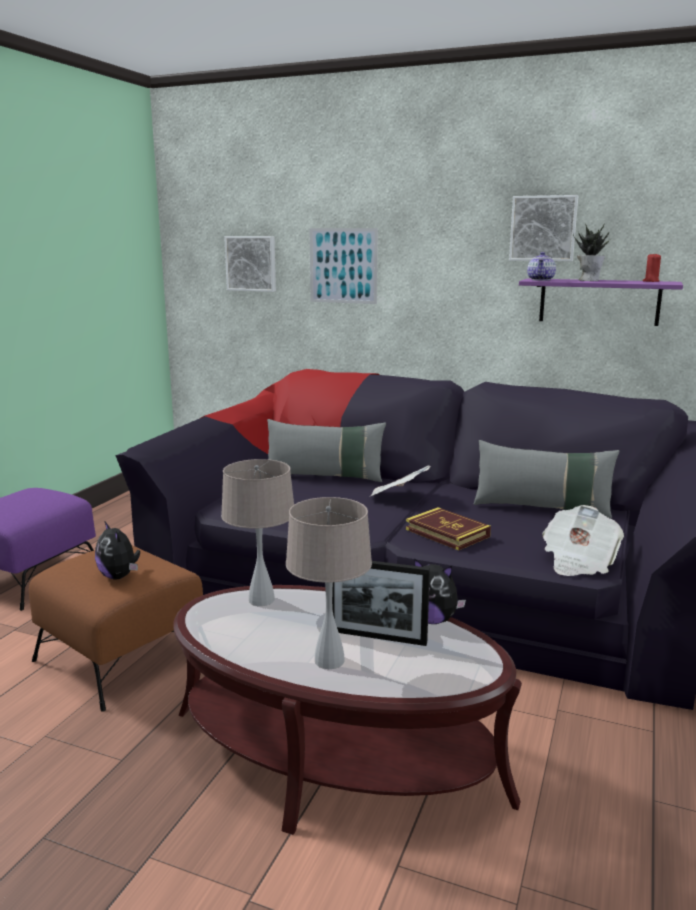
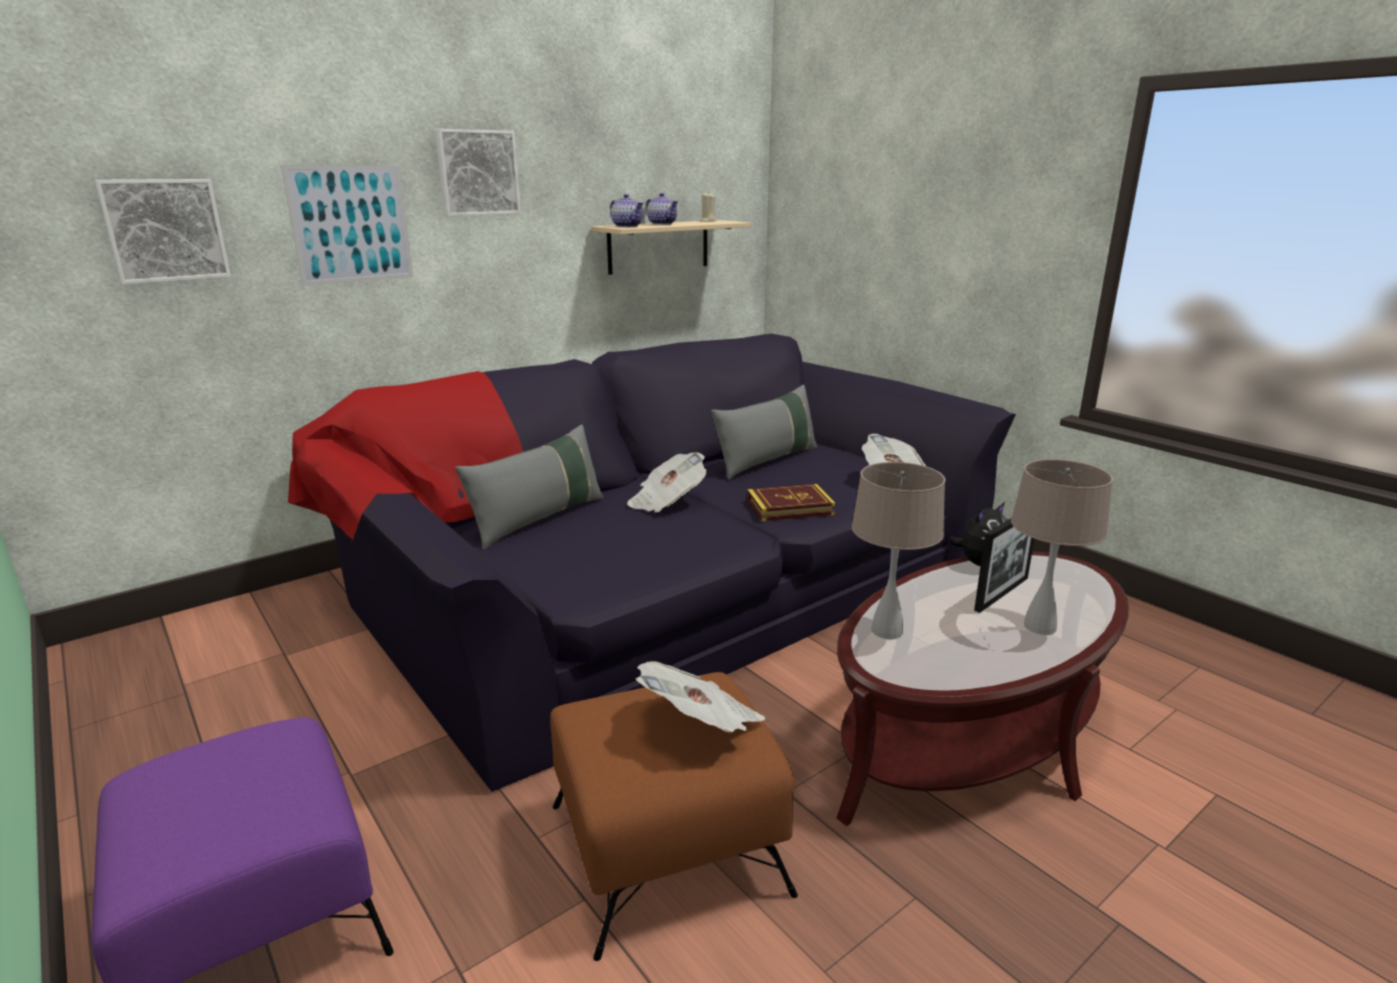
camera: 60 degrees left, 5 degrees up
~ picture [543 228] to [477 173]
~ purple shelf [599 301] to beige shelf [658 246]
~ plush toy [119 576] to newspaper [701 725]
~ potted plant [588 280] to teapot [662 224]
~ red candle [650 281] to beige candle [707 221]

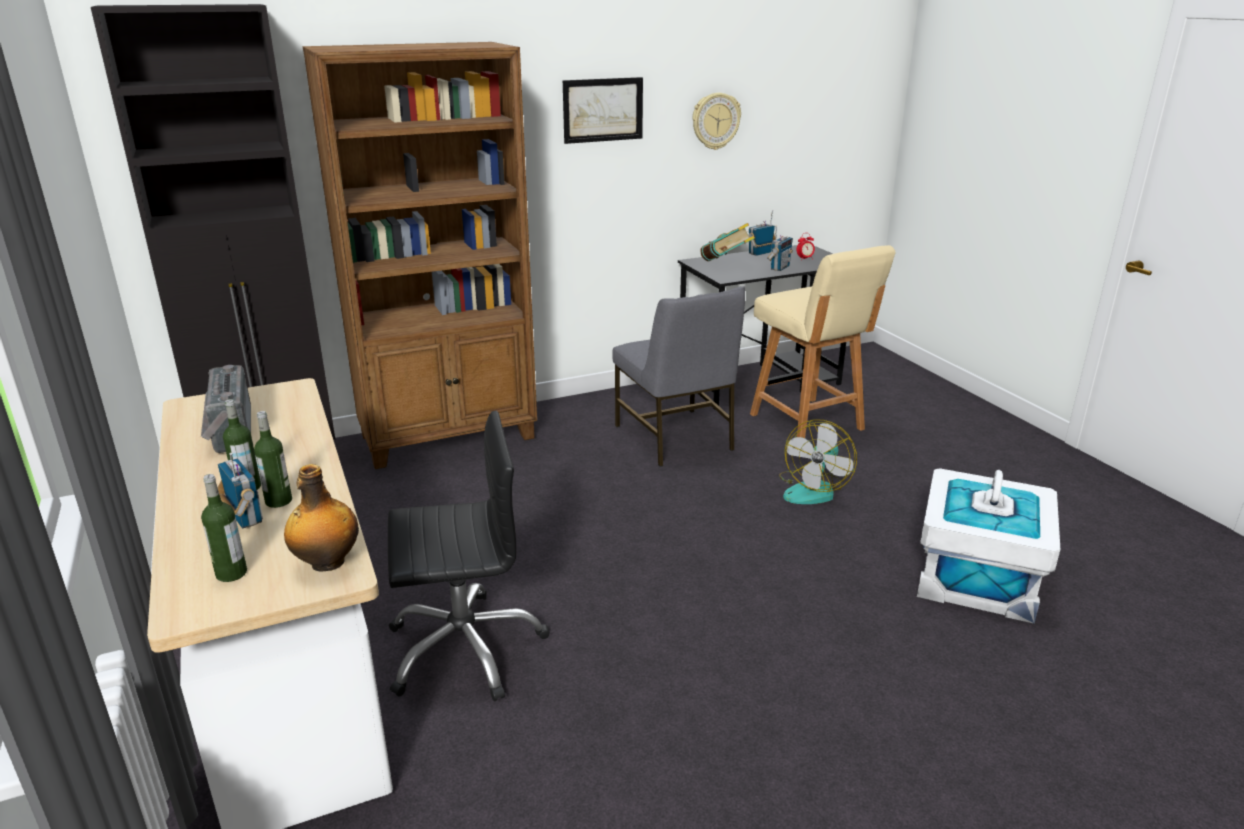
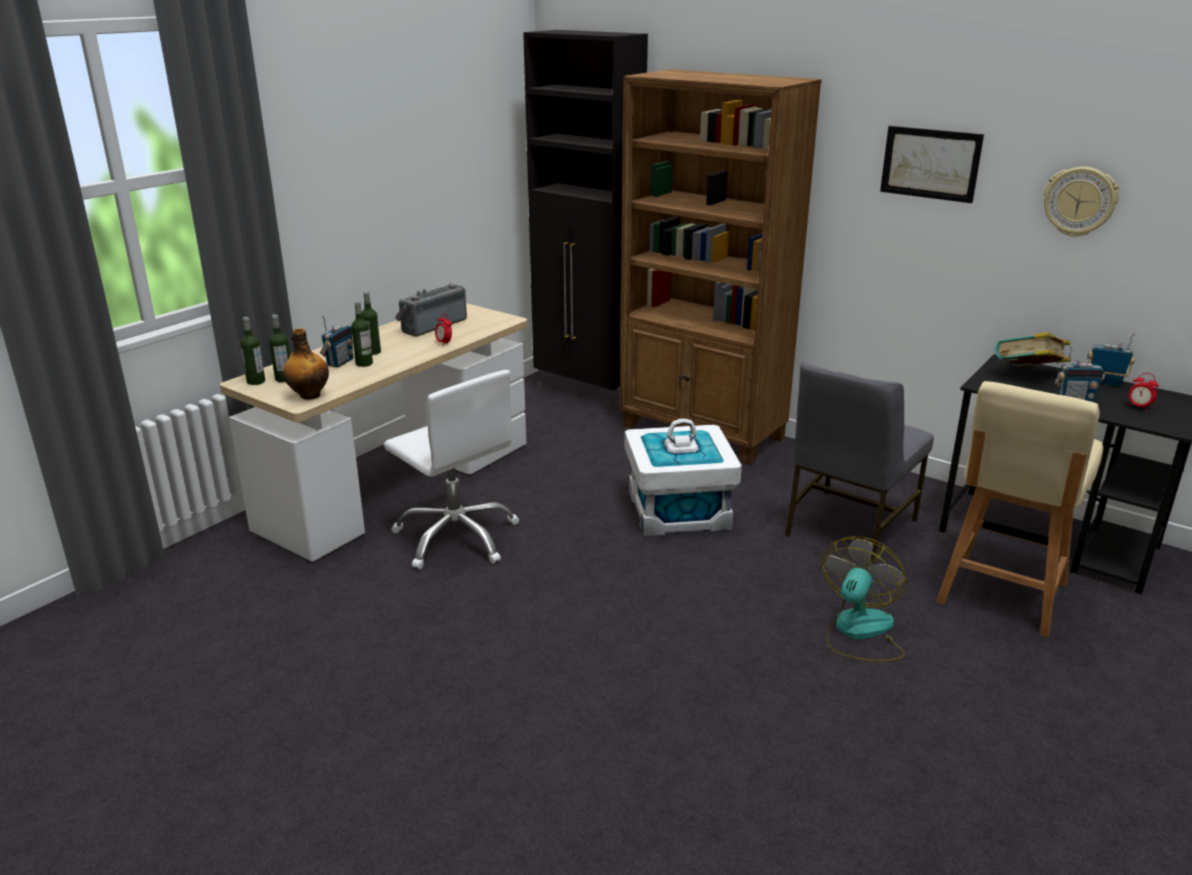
camera: 60 degrees right, 0 degrees up
+ bottle [256 381]
~ black office chair [464 648] to white office chair [457 537]
+ alarm clock [444 343]
~ white storage box [977 579] to [678 510]
~ fan [813 489] = [859 632] 120 degrees clockwise

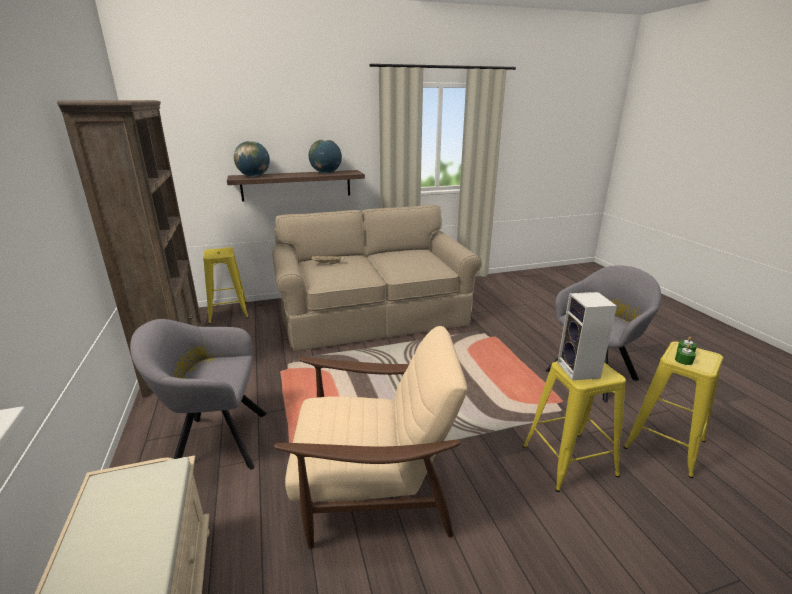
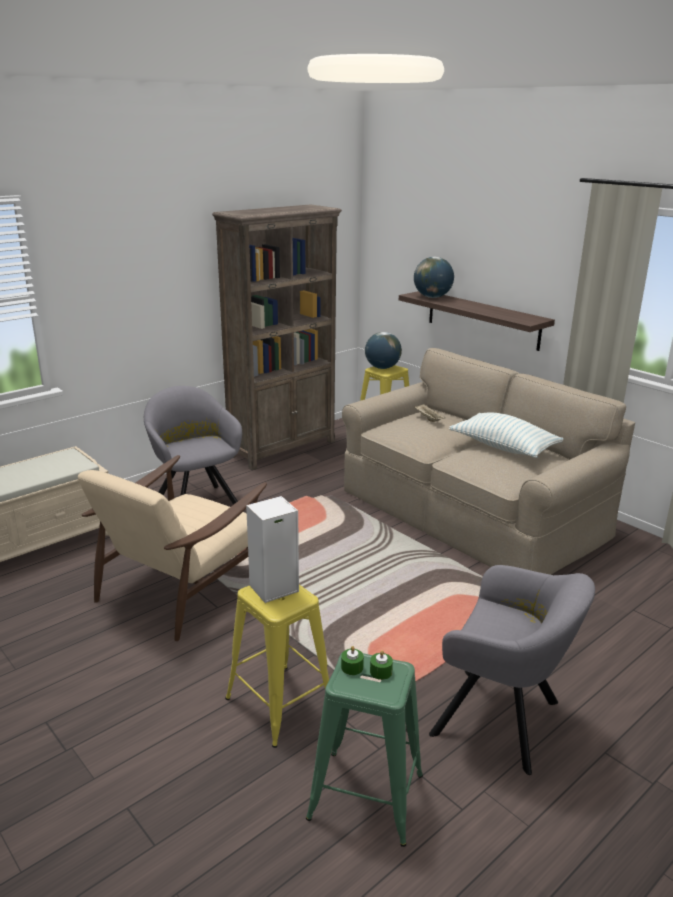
camera: 65 degrees right, 0 degrees up
~ beige armchair [373 487] = [181 587] 60 degrees clockwise
~ yellow stool [664 444] to green stool [366 796]
~ globe [326 173] to [382 368]
+ pillow [503 447]

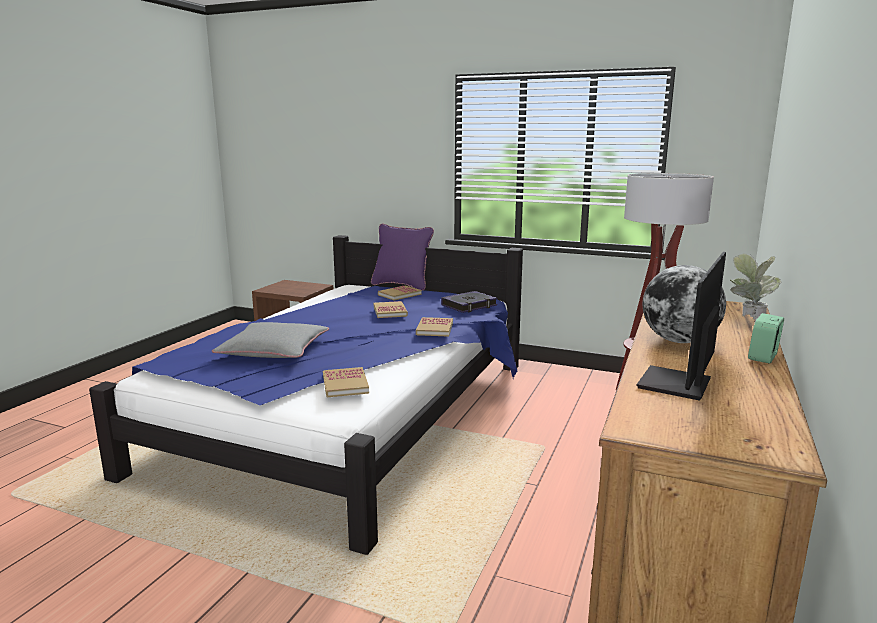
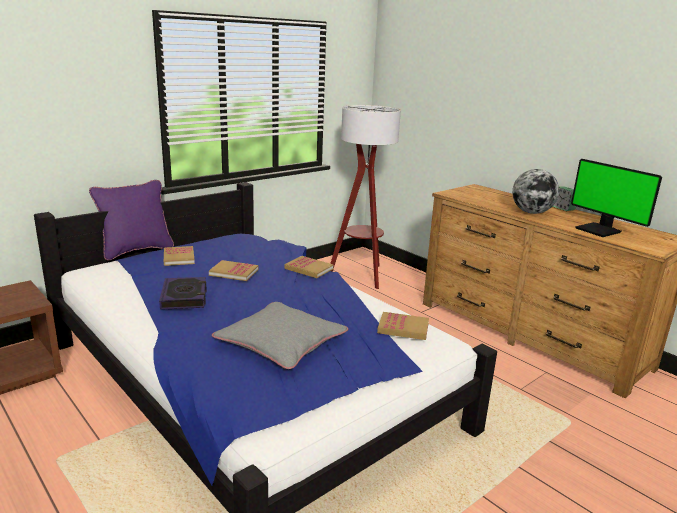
camera: 65 degrees left, 5 degrees up
~ book [469 305] to [184 297]
- potted plant [747 322]

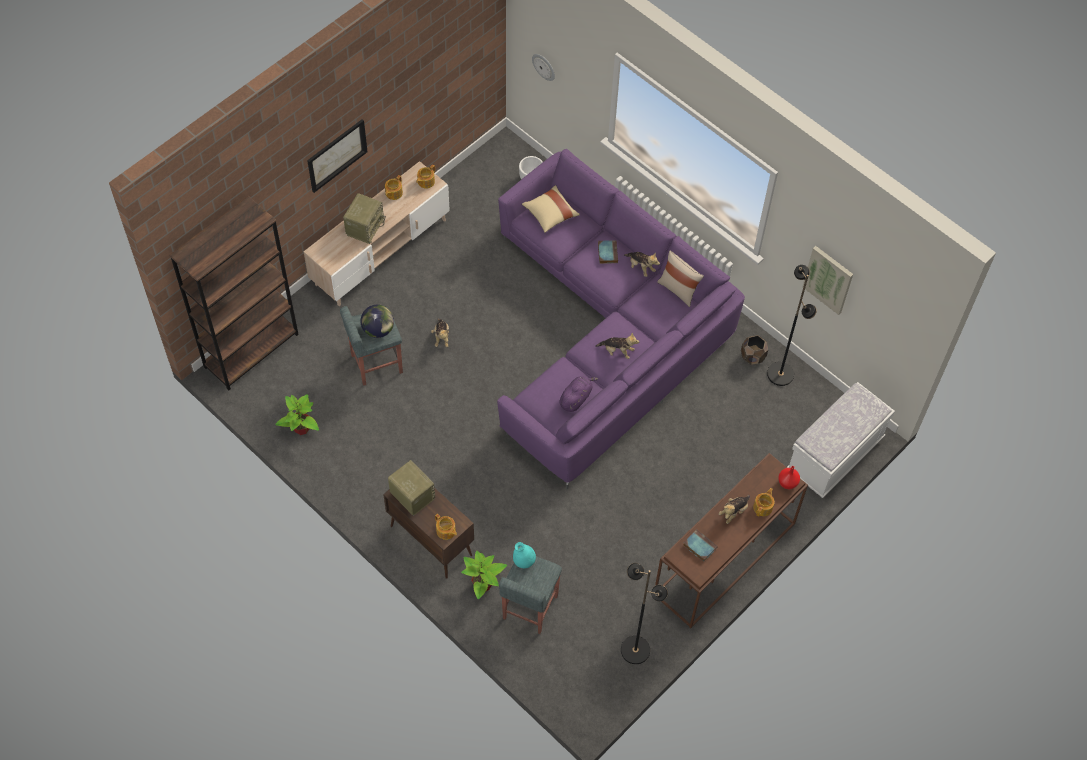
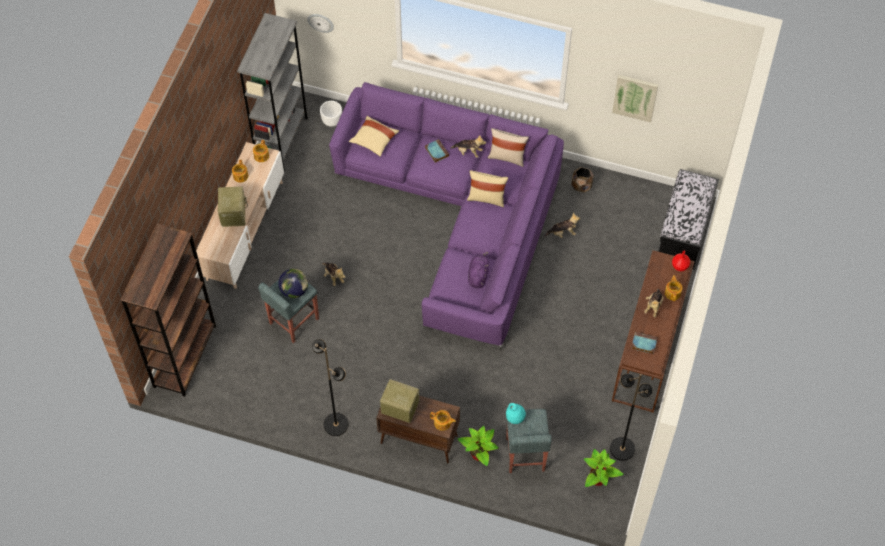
camera: 25 degrees left, 0 degrees up
+ grey bookcase [282 140]
~ black floor lamp [780 374] to [336 424]
+ beige pillow [486 198]
~ plush toy [617 351] to [562 233]
~ potted plant [301 429] to [598 480]
~ white bench [834 455] to black bench [683 233]
- picture [337 155]

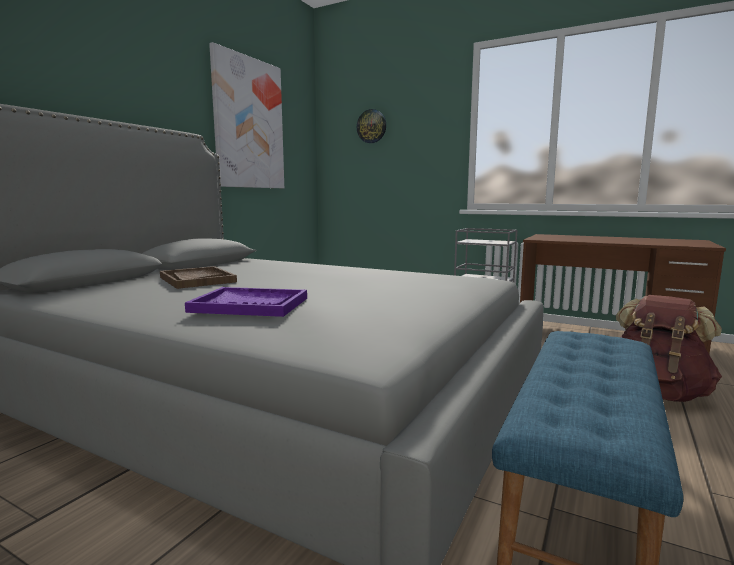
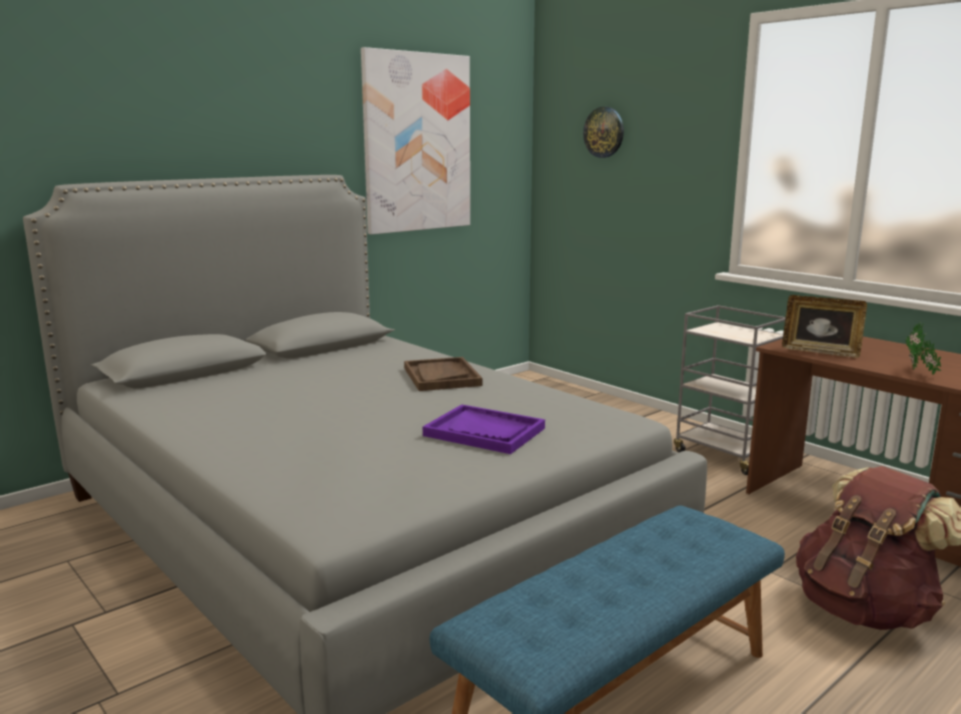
camera: 20 degrees right, 5 degrees up
~ brown tray [197 280] to [441 376]
~ purple tray [250 305] to [485 432]
+ picture frame [820 352]
+ potted plant [919 372]

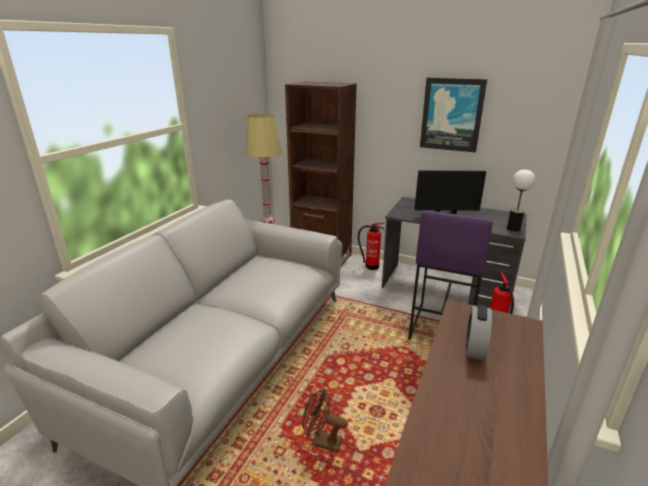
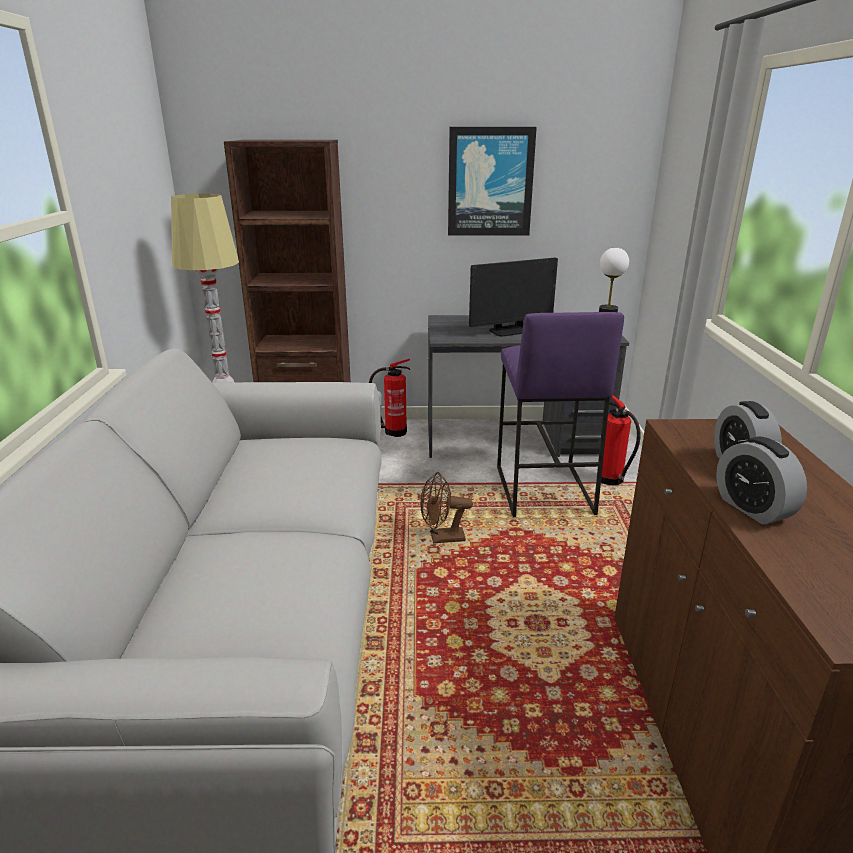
camera: 25 degrees left, 0 degrees up
~ brown fan [322 442] to [442 538]
+ alarm clock [752 508]

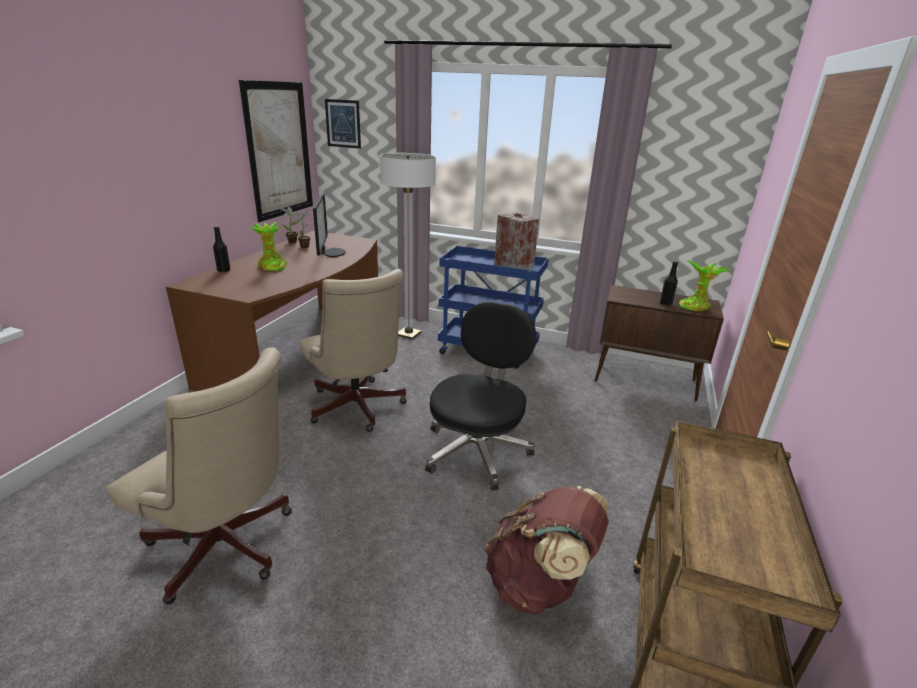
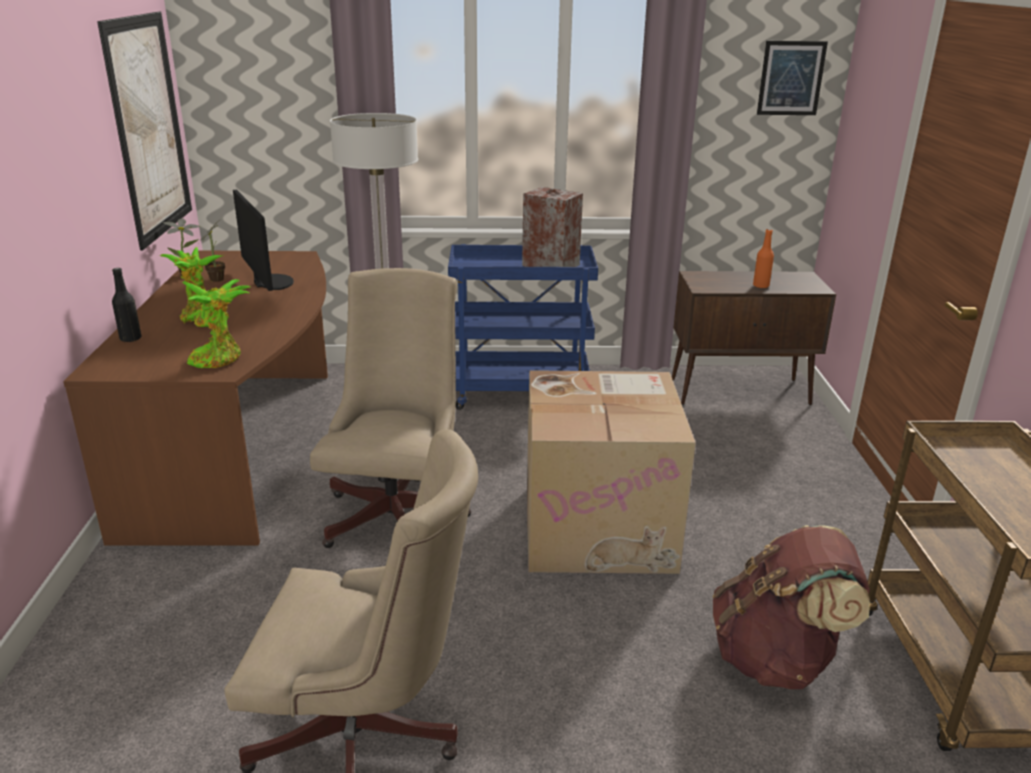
camera: 20 degrees left, 0 degrees up
~ potted plant [695 306] to [219 358]
~ beige office chair [357 409] = [398 512] 120 degrees counterclockwise
~ black office chair [477 450] to cardboard box [599 526]
~ black bottle [665 303] to orange bottle [761 286]
~ picture [343 123] to [791 78]

